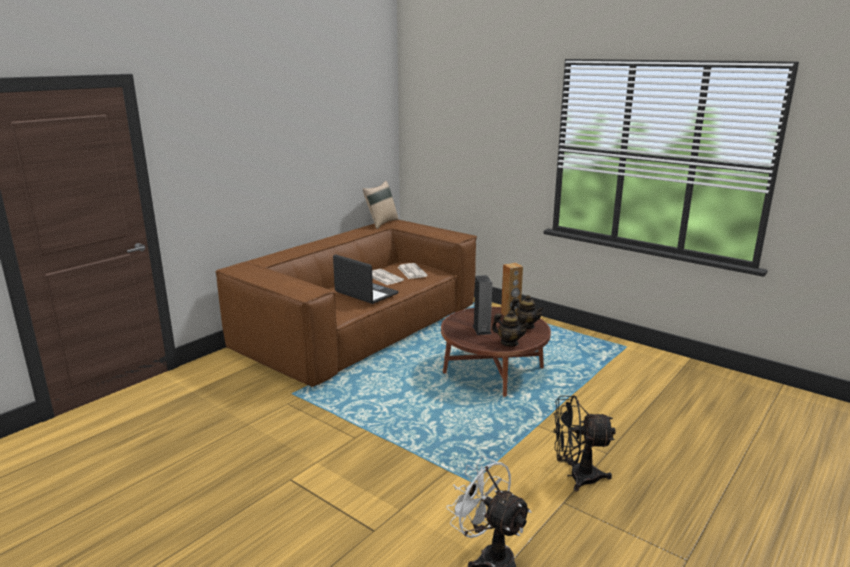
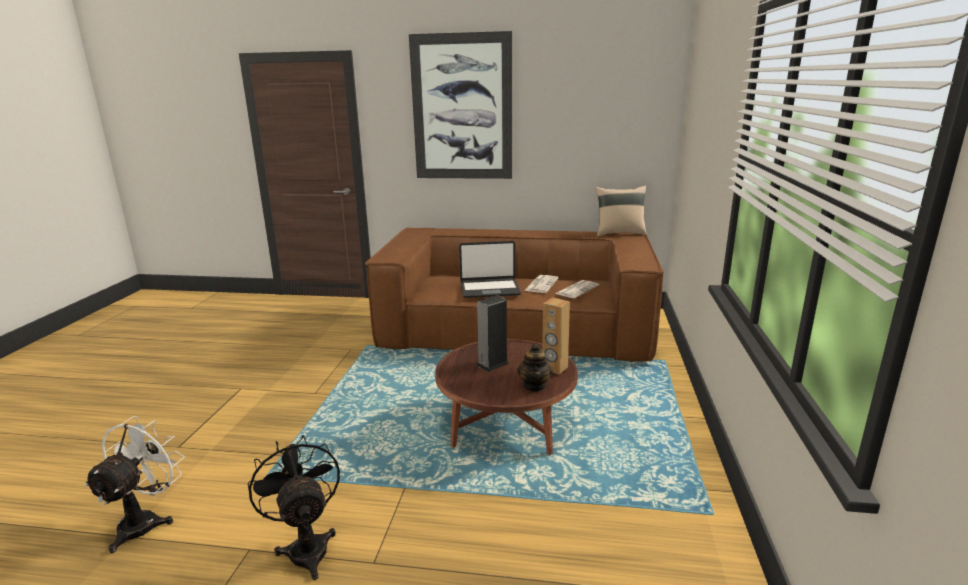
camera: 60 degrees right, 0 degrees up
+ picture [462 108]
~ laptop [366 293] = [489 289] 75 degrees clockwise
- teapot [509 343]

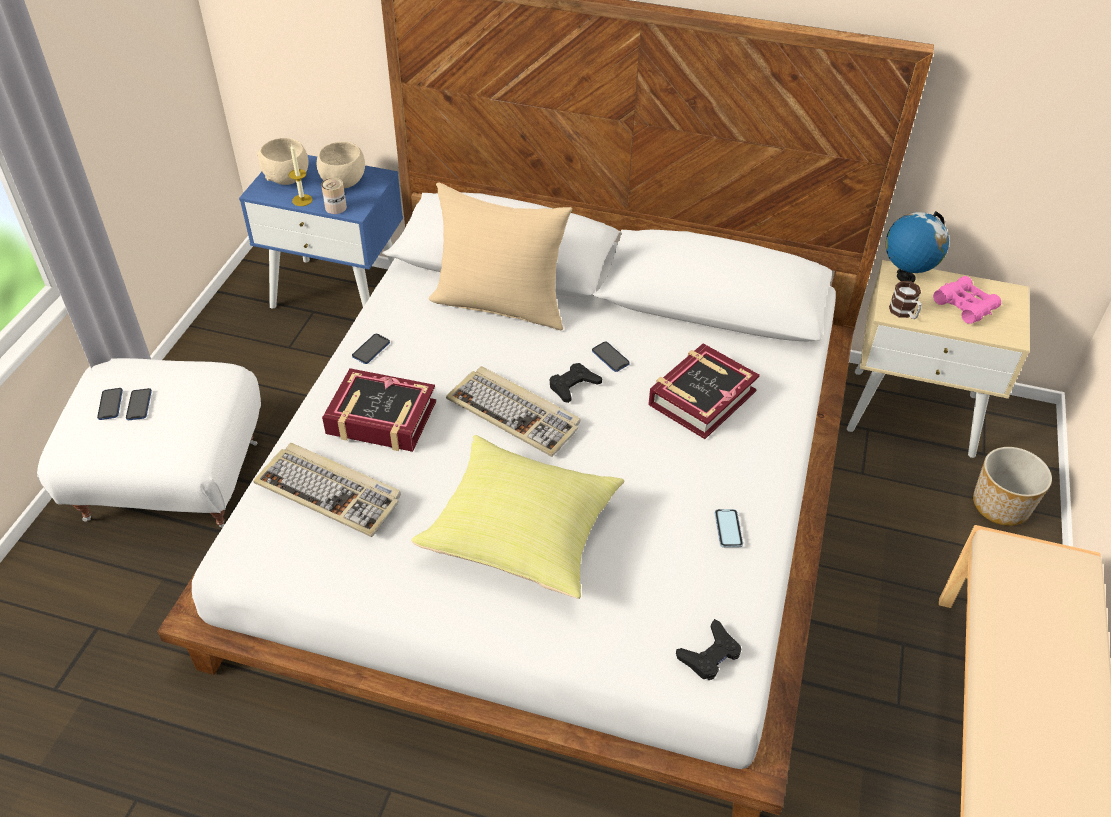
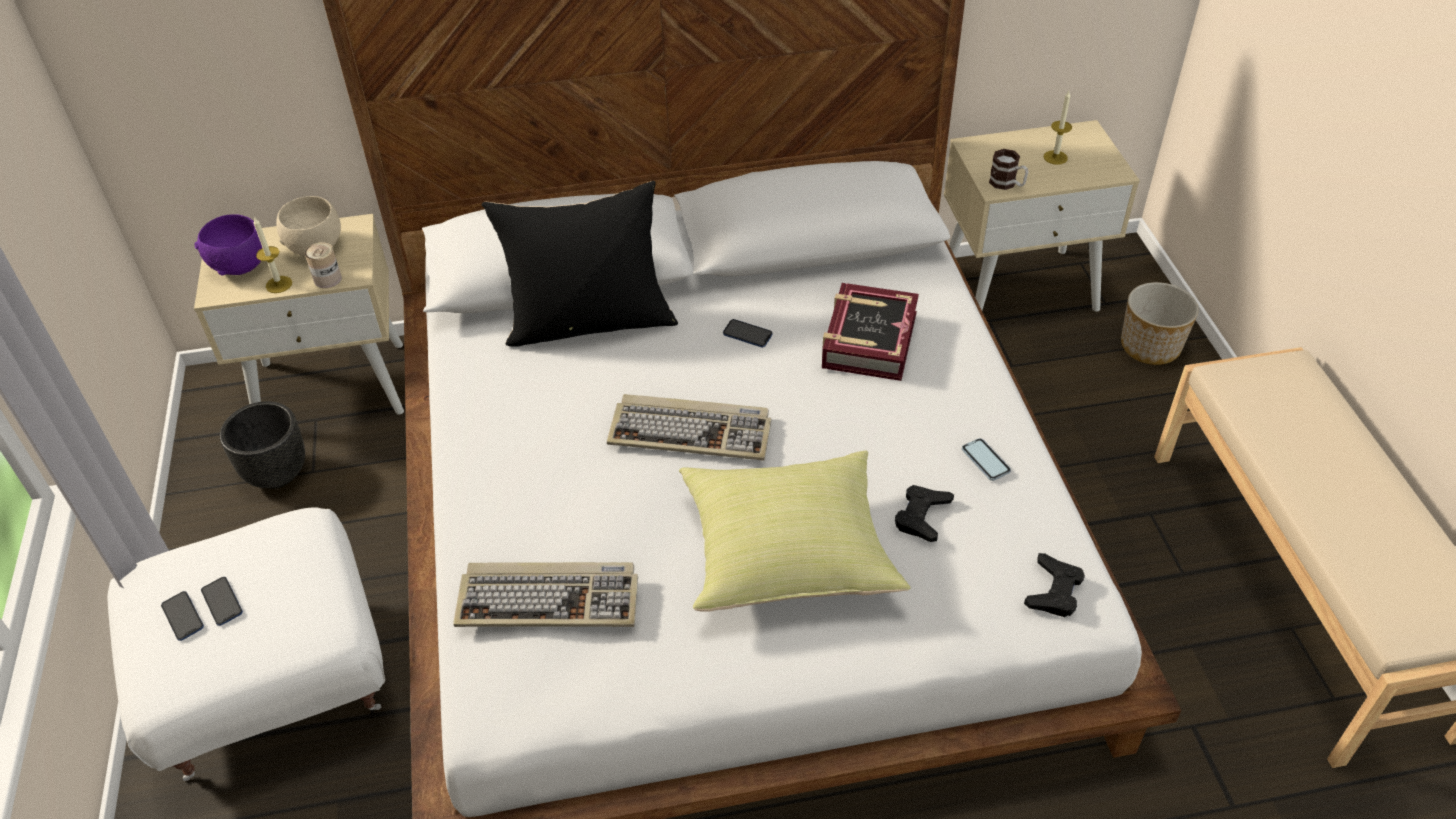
camera: 25 degrees left, 0 degrees up
~ blue nightstand [339 292] to beige nightstand [332 386]
~ beige bowl [288 178] to purple bowl [241 265]
+ black planter [278 474]
~ beige pillow [501 304] to black pillow [590 320]
~ black game controller [573 386] to [922 516]
~ pink binoculars [964 305] to candle [1055 157]
- book [381 418]
- phone [371 349]
- globe [905 277]

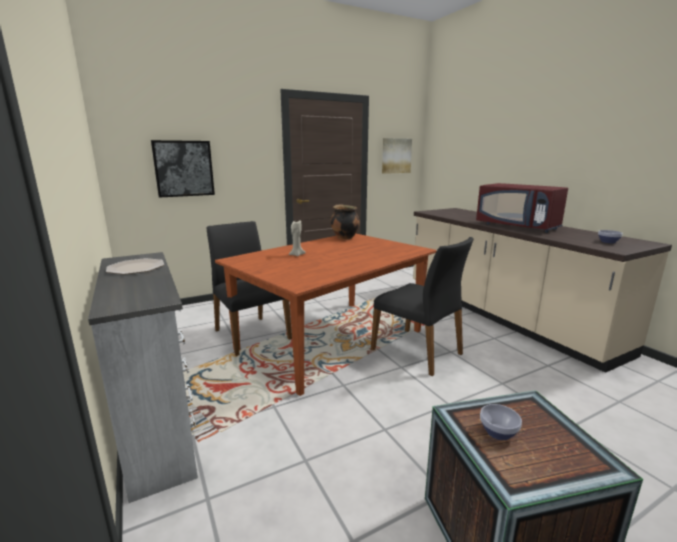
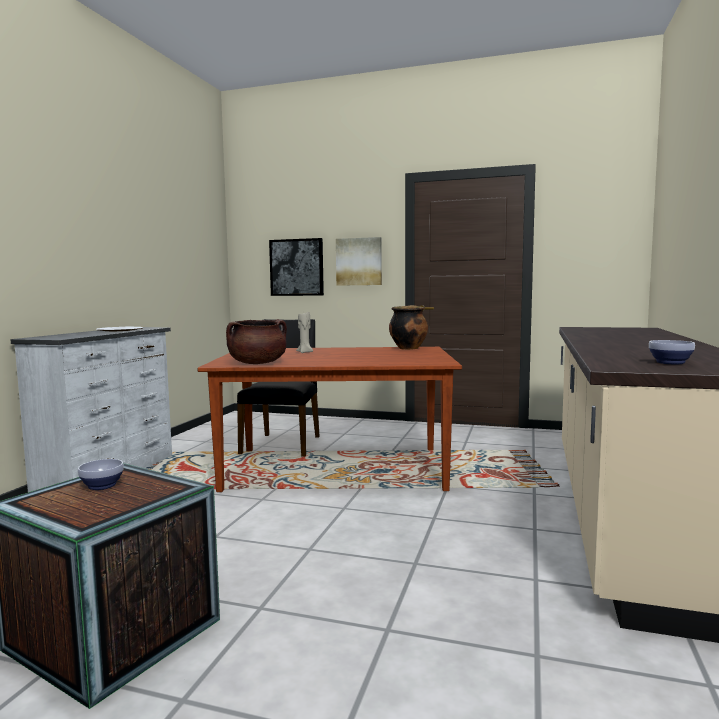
camera: 45 degrees right, 10 degrees down
+ brown cooking pot [257 363]
~ picture [396 156] to [359 261]
- black chair [418 352]
- red microwave [517 226]

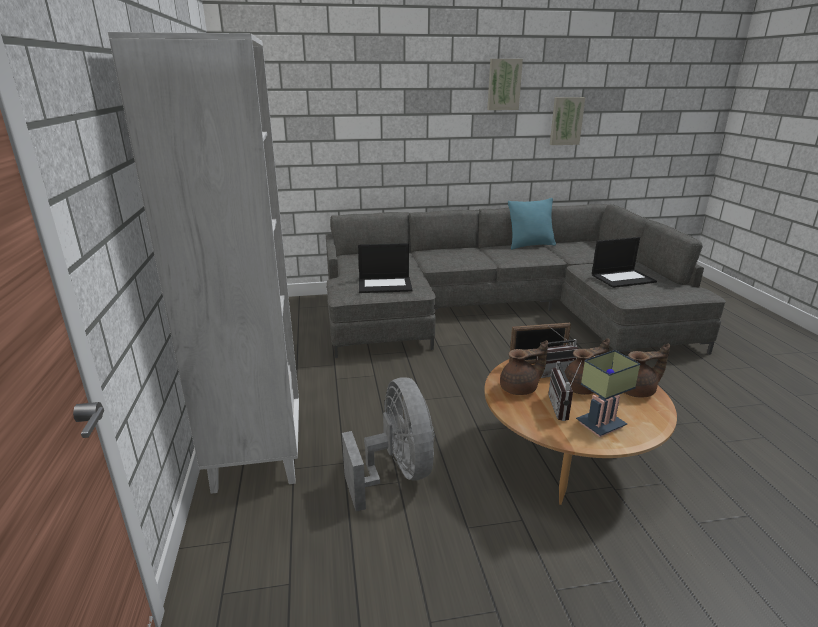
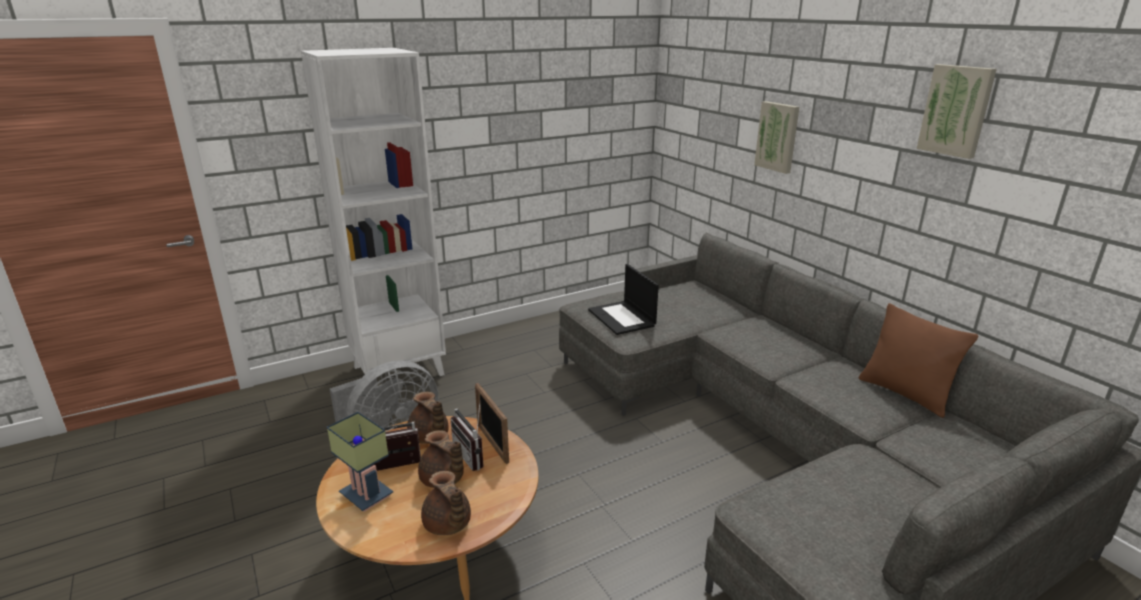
camera: 70 degrees right, 0 degrees up
~ picture [566 121] to [778 136]
~ turquoise pillow [530 245] to brown pillow [905 394]
- laptop [623 278]

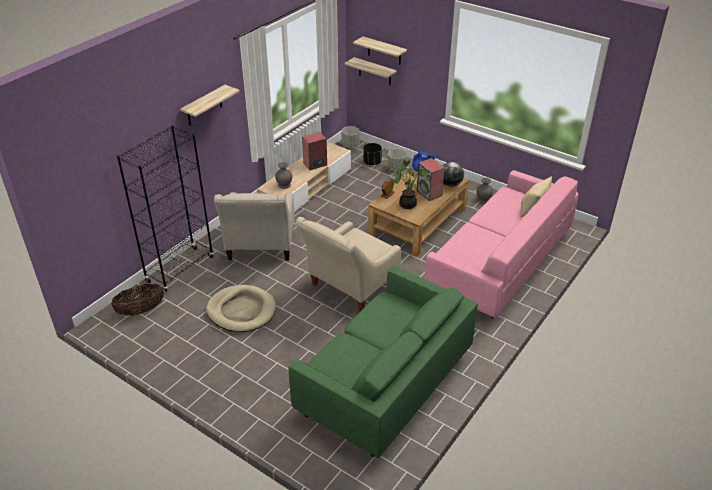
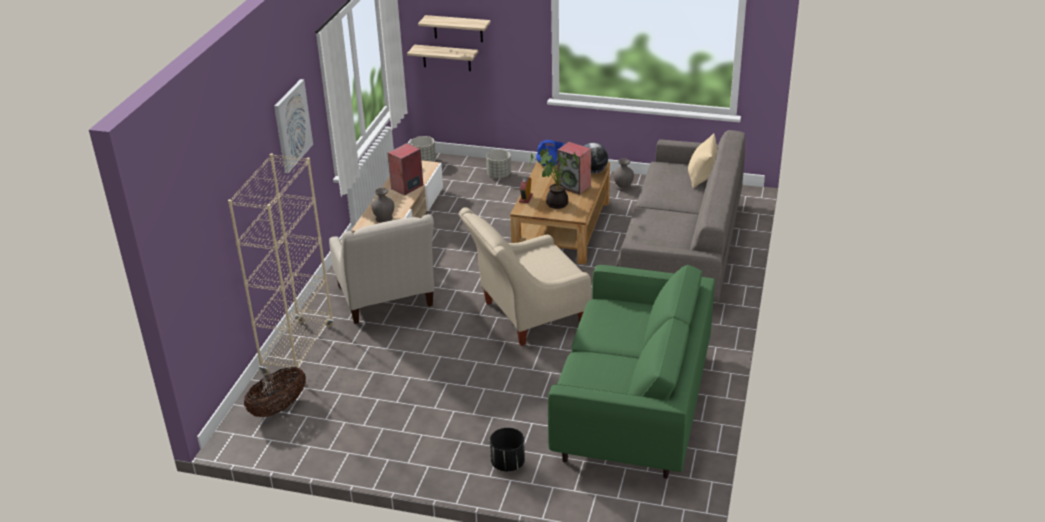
camera: 20 degrees left, 5 degrees down
~ black bookcase [180 269] to beige bookcase [298 349]
~ shelf [204 106] to picture [292 125]
~ beige armchair [350 287] = [527 316] 45 degrees clockwise
~ black planter [372 162] to [507 463]
~ pink sofa [498 263] to grey sofa [681 249]
- beige dog bed [241 311]

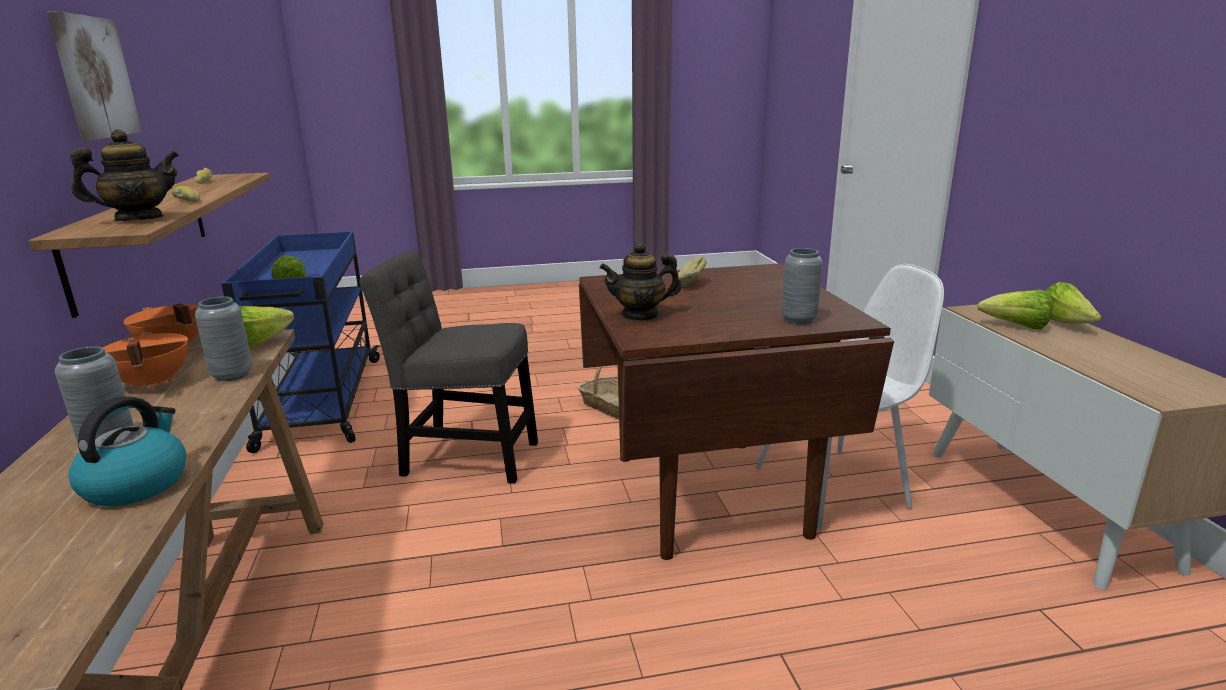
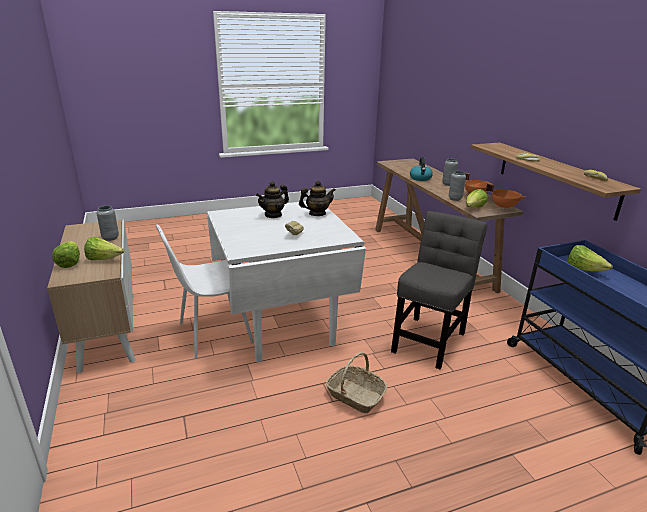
camera: 170 degrees right, 5 degrees up
~ grey vase [798 320] to [110 238]
~ brown dining table [710 493] to white dining table [282 325]
~ teapot [139 219] to [273 215]
~ grey chair [464 457] = [429 339] 60 degrees counterclockwise
- picture [93 77]

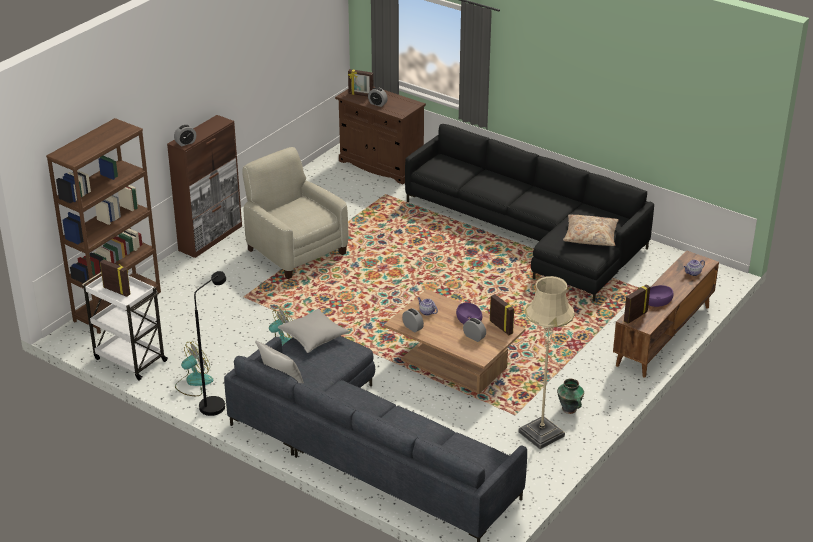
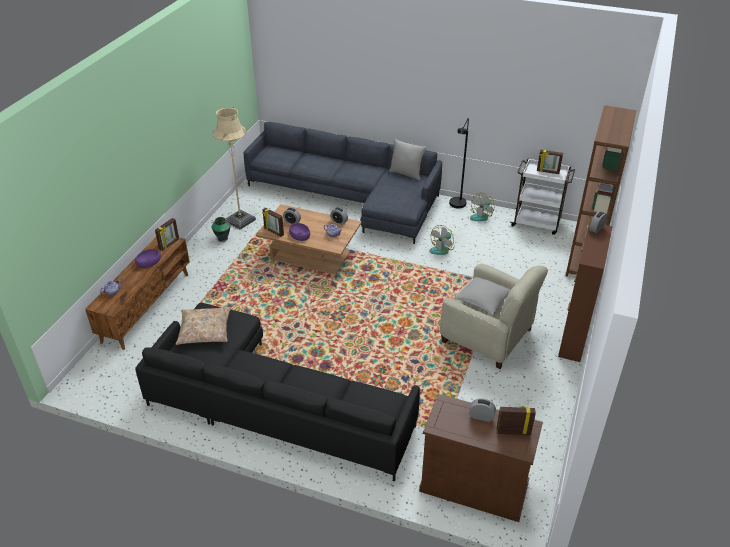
camera: 165 degrees right, 5 degrees up
~ grey pillow [313 337] to [483 301]

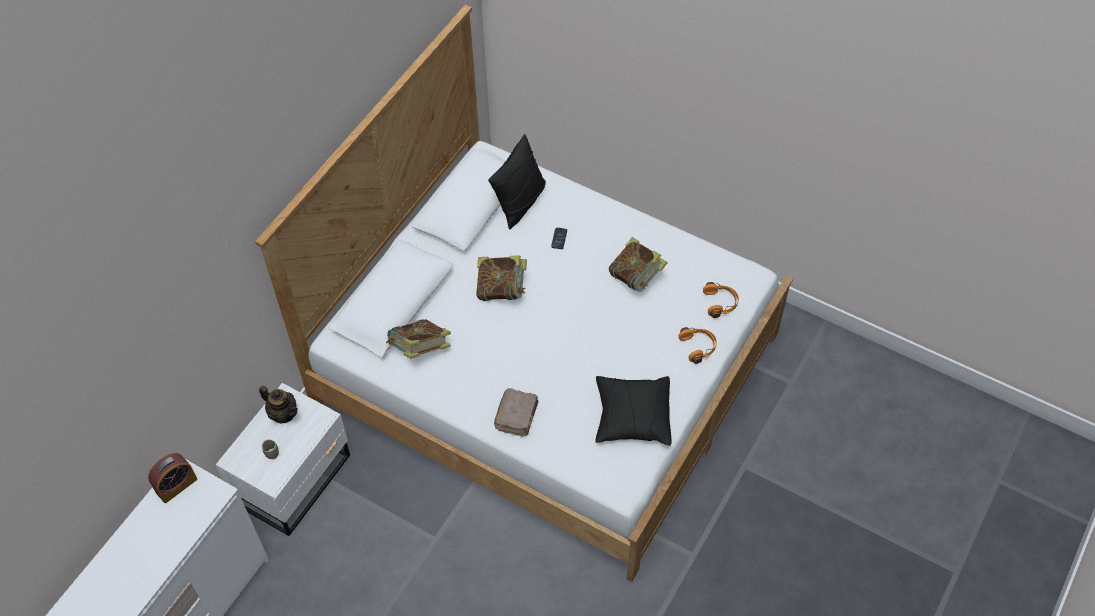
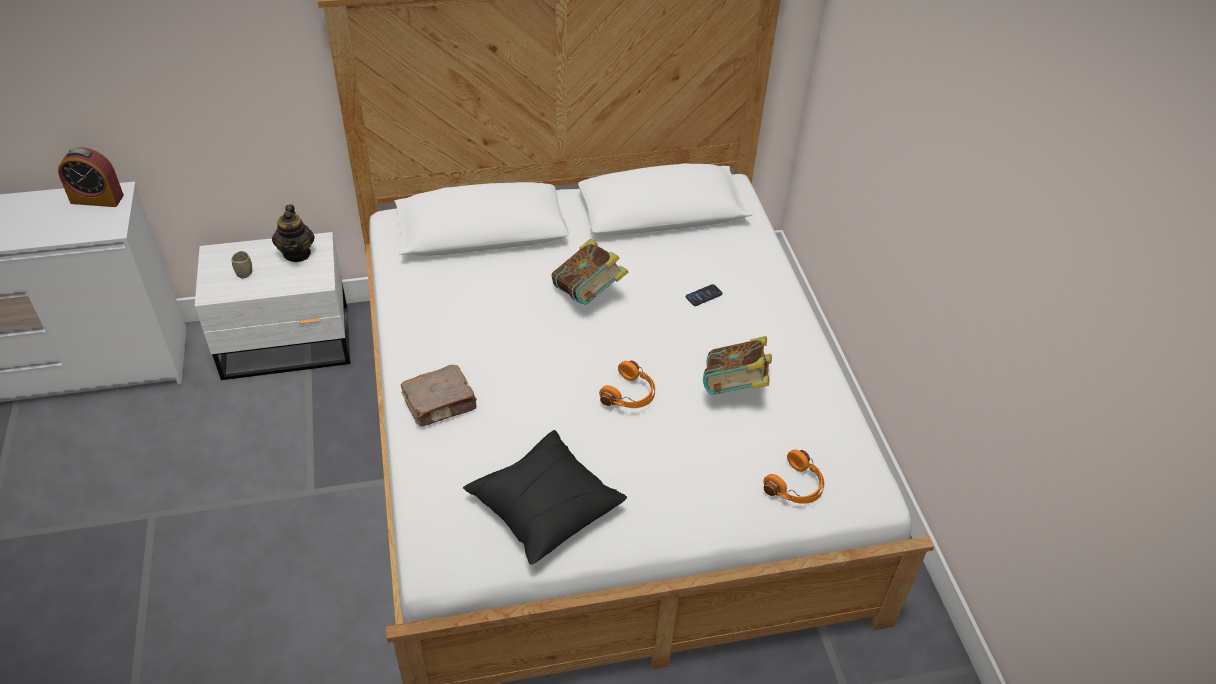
camera: 45 degrees right, 10 degrees down
~ orange headphones [698 347] to [630 395]
- book [419 350]
- black pillow [520 202]

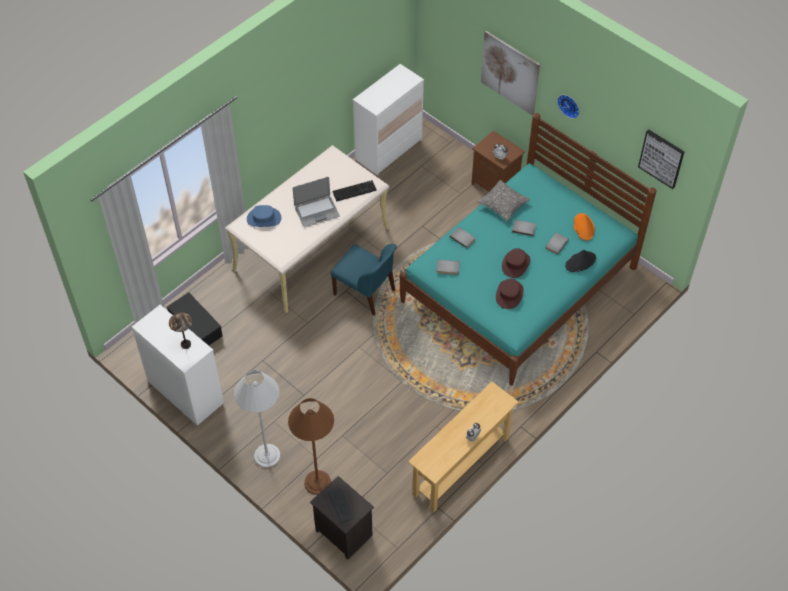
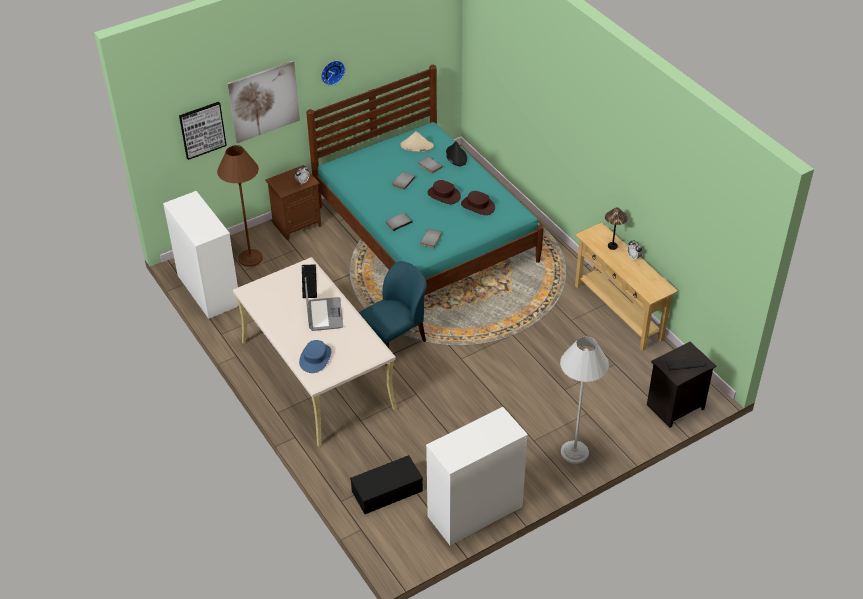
camera: 75 degrees left, 10 degrees down
~ picture [661 158] to [202 130]
~ brown floor lamp [317 482] to [250 258]
~ orange hat [583 227] to beige hat [416 146]
~ table lamp [185 344] to [612 246]
- pillow [503 204]

